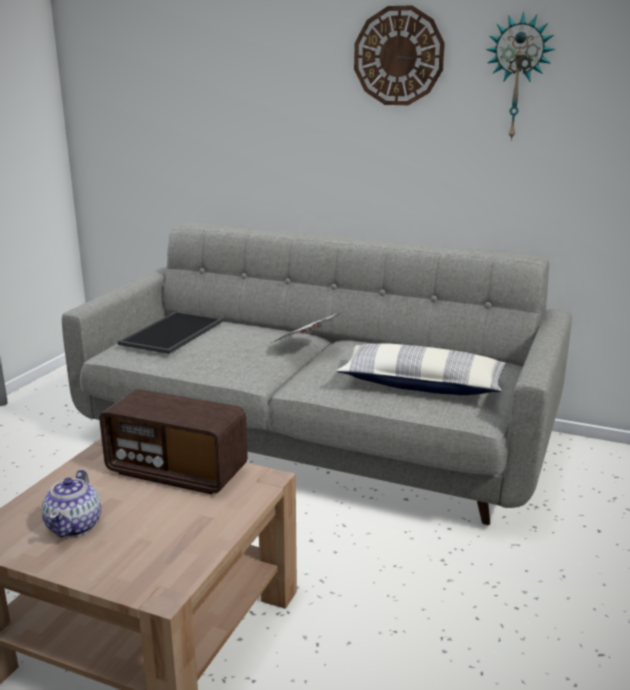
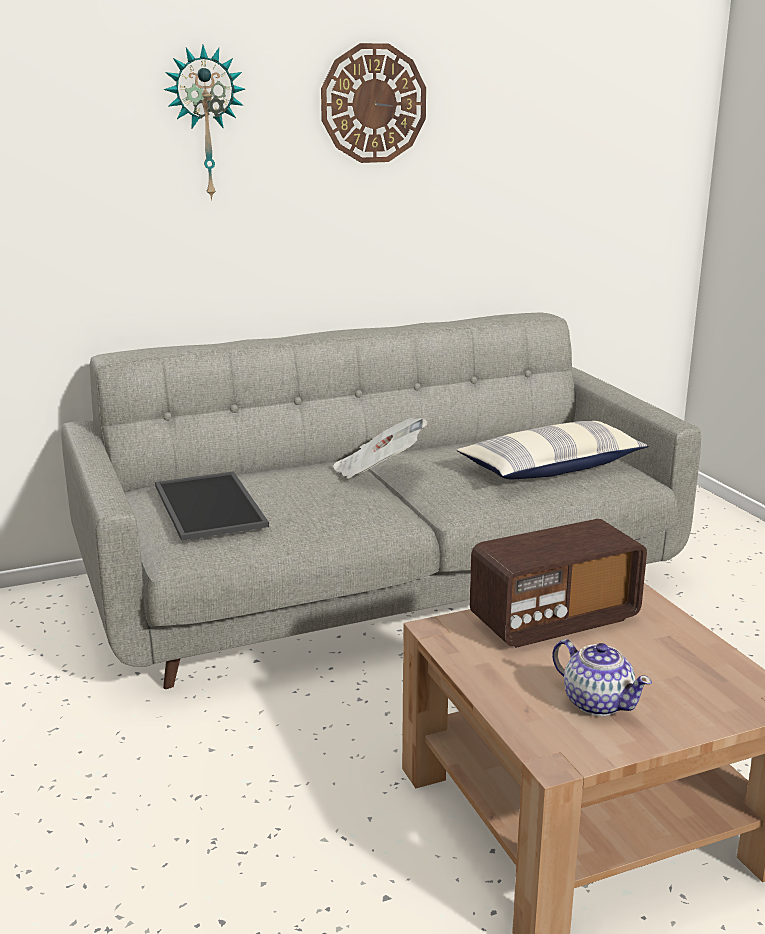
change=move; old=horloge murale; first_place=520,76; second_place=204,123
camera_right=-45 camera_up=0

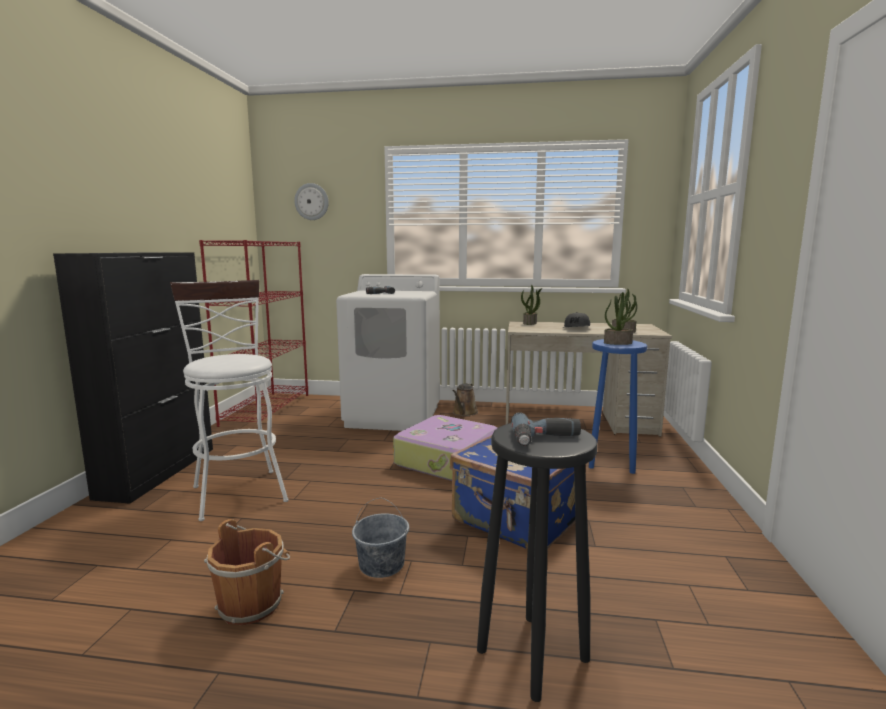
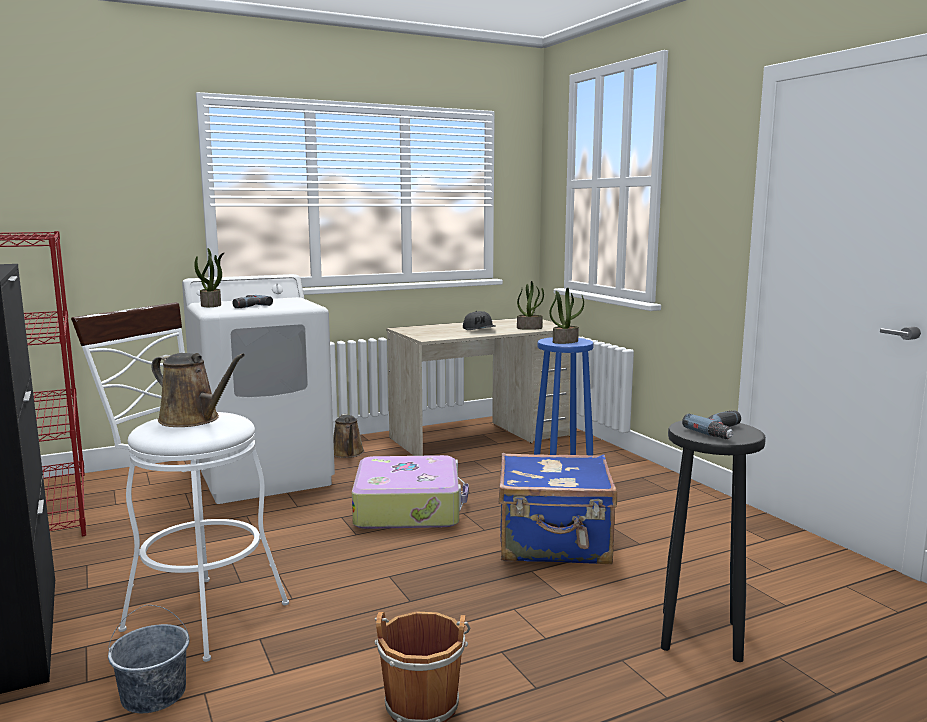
change=delete; old=horloge murale; first_place=311,201
change=move; old=seau/gris; first_place=380,538; second_place=149,659
change=move; old=plante en pot; first_place=531,305; second_place=209,277
change=insert; new=arrosoir/marron; second_place=198,390
camera_right=-35 camera_up=0

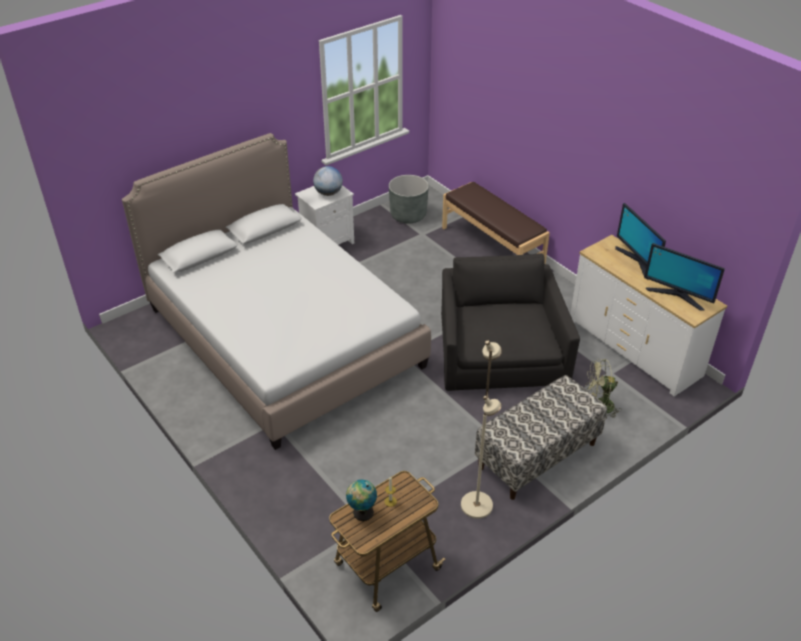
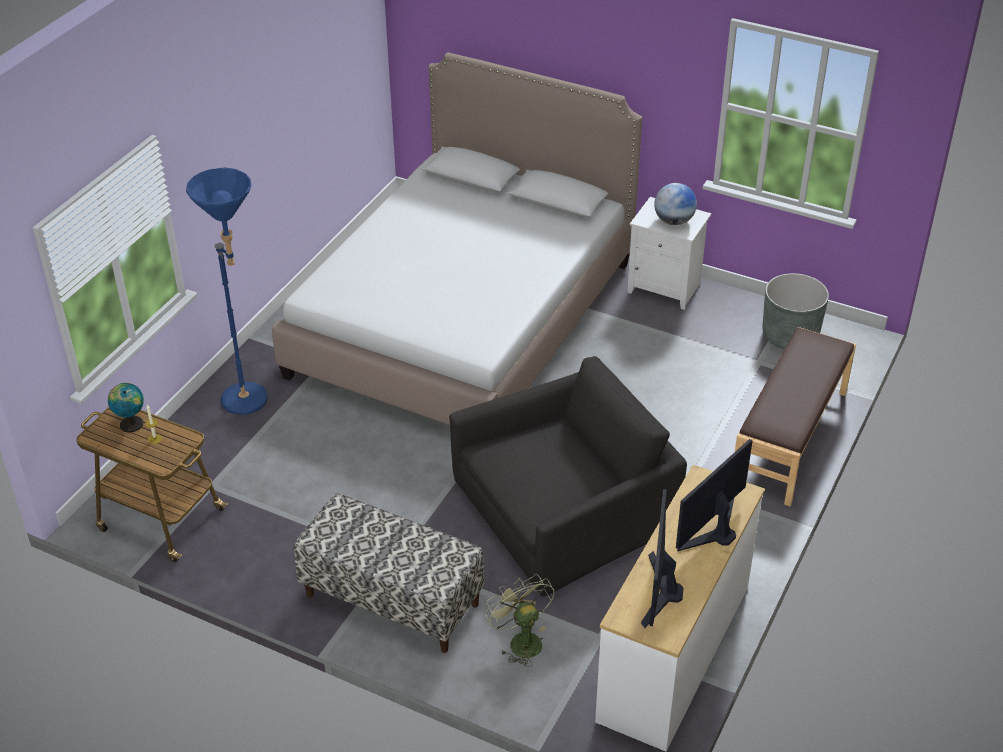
change=delete; old=lampadaire/beige; first_place=481,429
change=insert; new=lampadaire/bleu; second_place=227,291
camera_right=65 camera_up=0

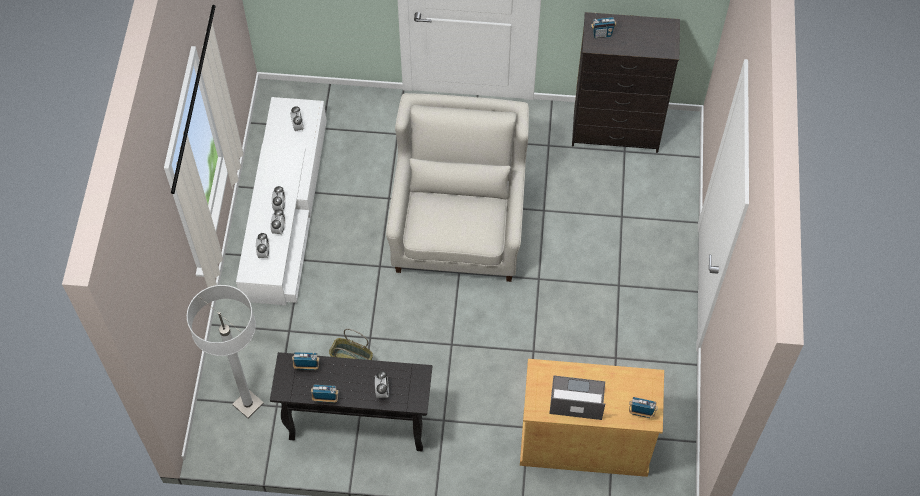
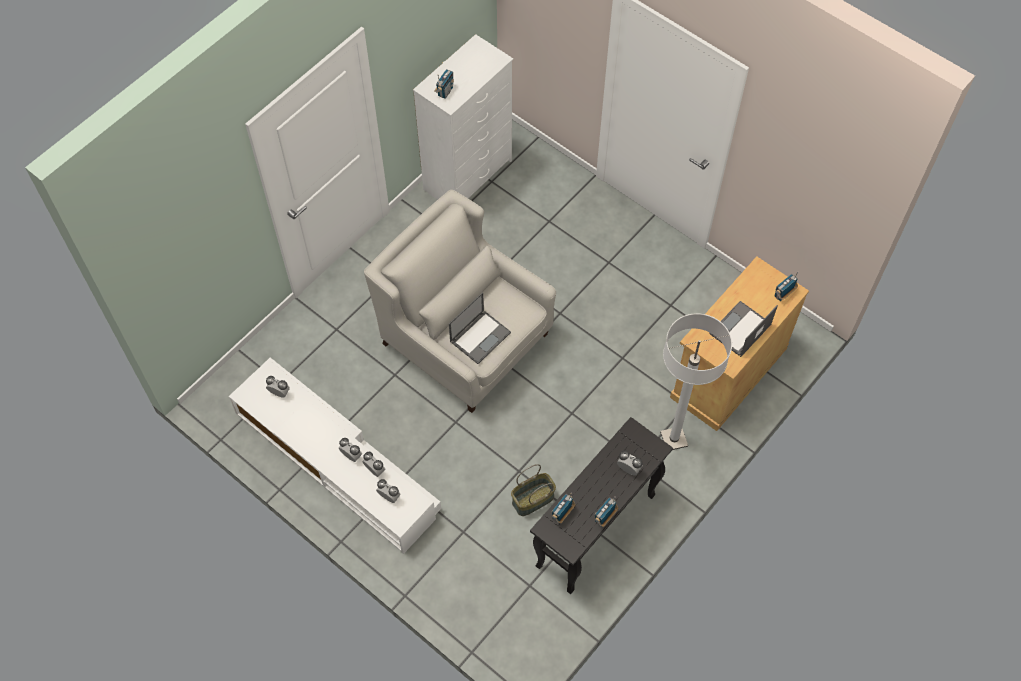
change=move; old=lampadaire/blanc; first_place=225,351; second_place=696,381
change=recolor; old=commode/noir; new=commode/blanc; first_place=626,82; second_place=463,117
change=insert; new=ordinateur portable; second_place=480,328
camera_right=-55 camera_up=0

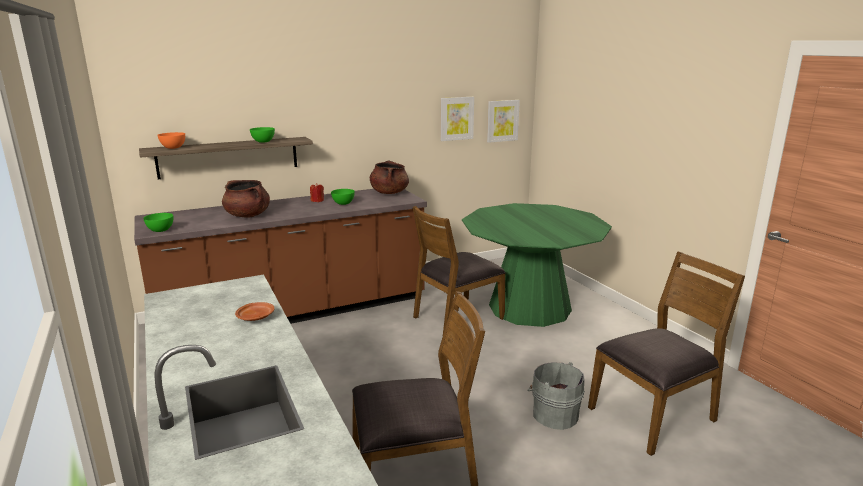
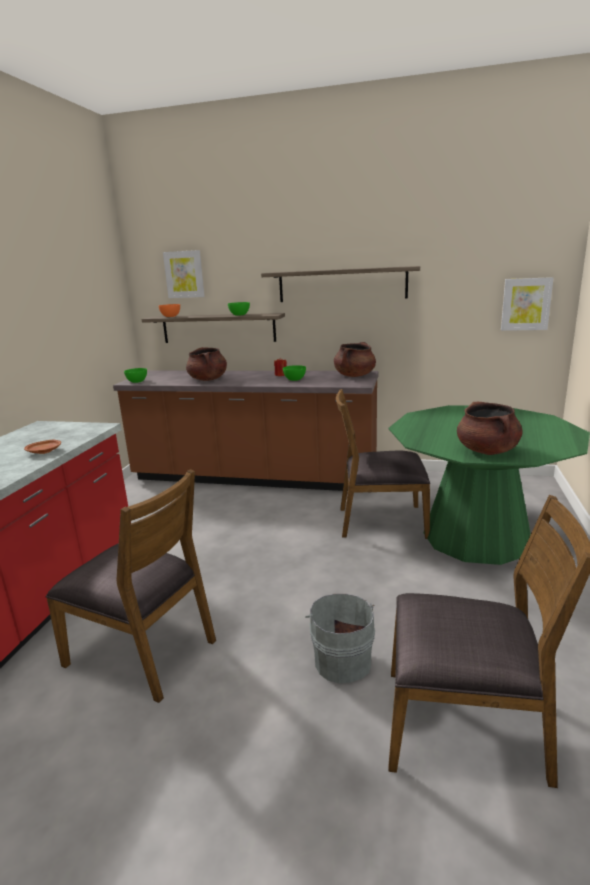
change=move; old=tableau; first_place=457,119; second_place=184,274
change=insert; new=étagère; second_place=340,284
change=insert; new=marmite/marron; second_place=489,428
camera_right=40 camera_up=0

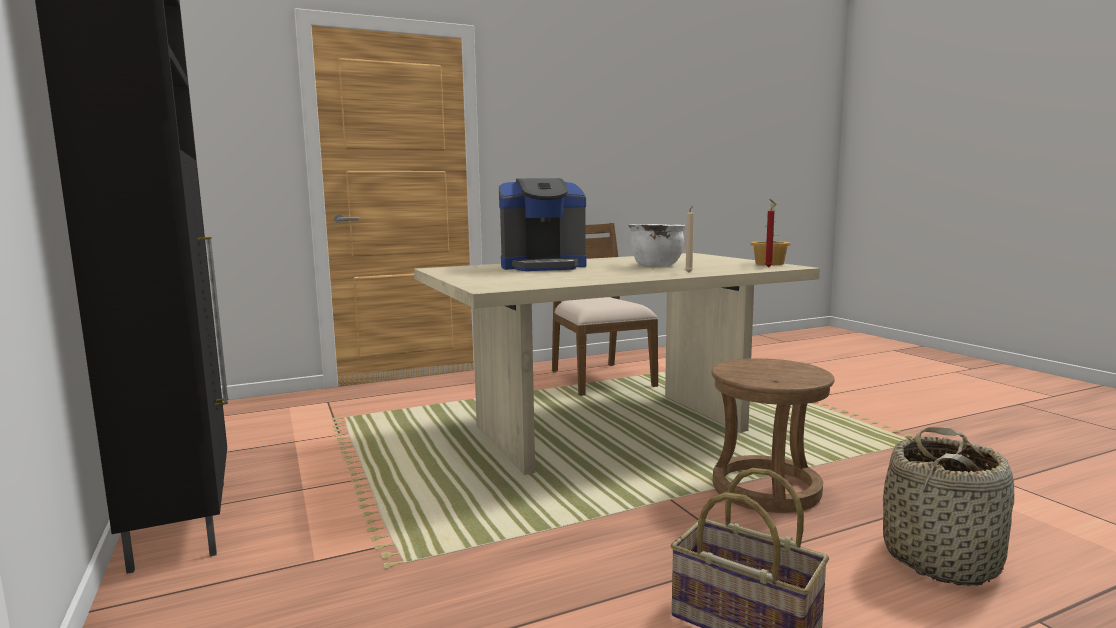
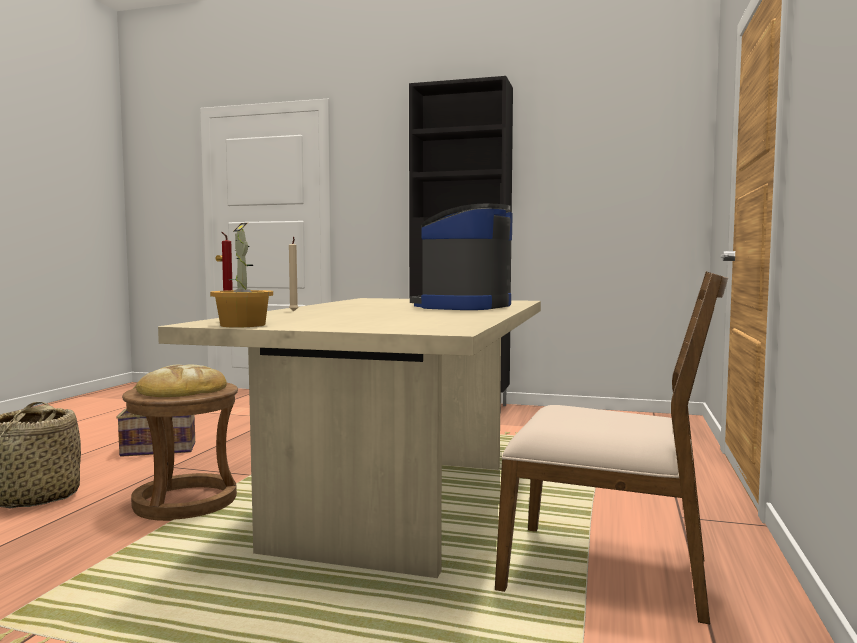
change=delete; old=marmite/blanc; first_place=657,245
change=insert; new=pain; second_place=181,380
camera_right=130 camera_up=-5

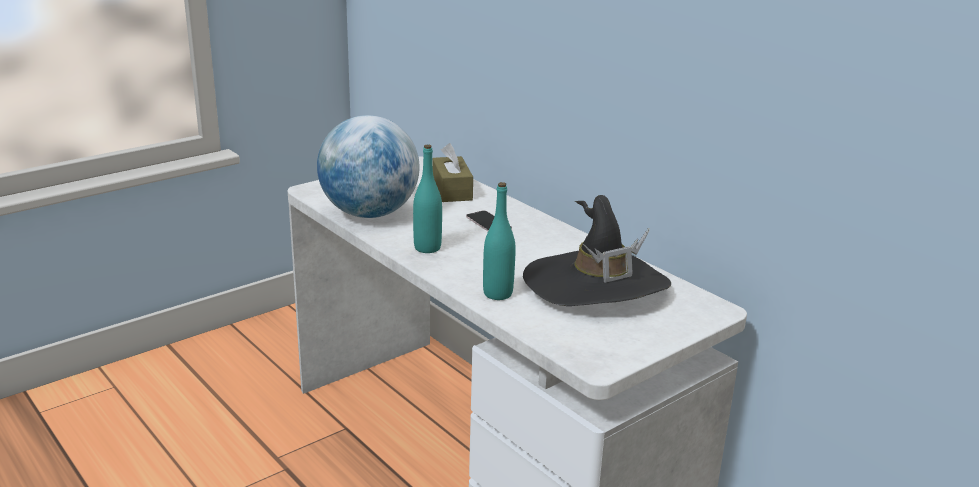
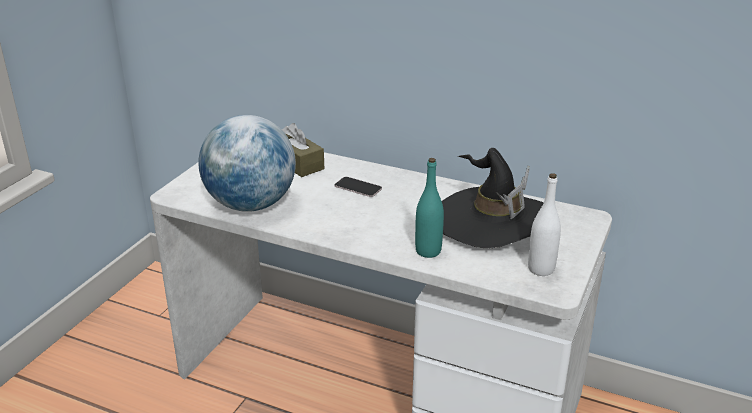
change=delete; old=bouteille/turquoise; first_place=427,198
change=insert; new=bouteille/blanc; second_place=544,224
camera_right=-25 camera_up=5

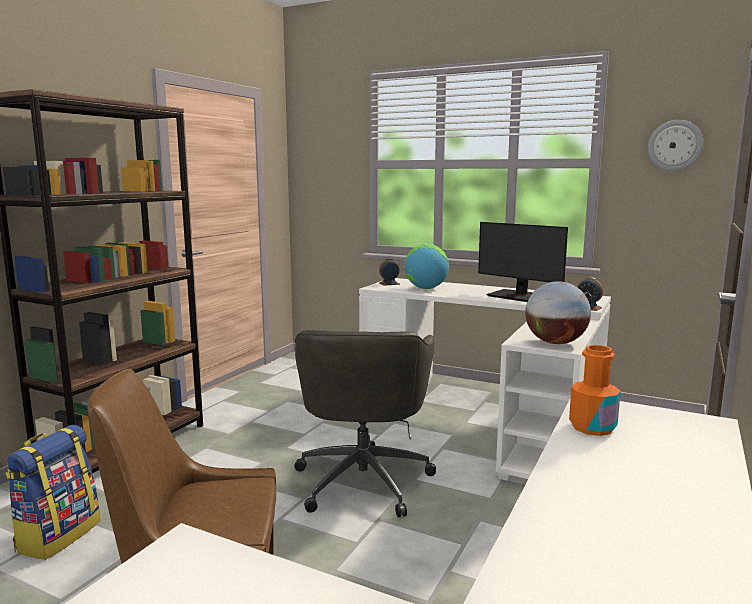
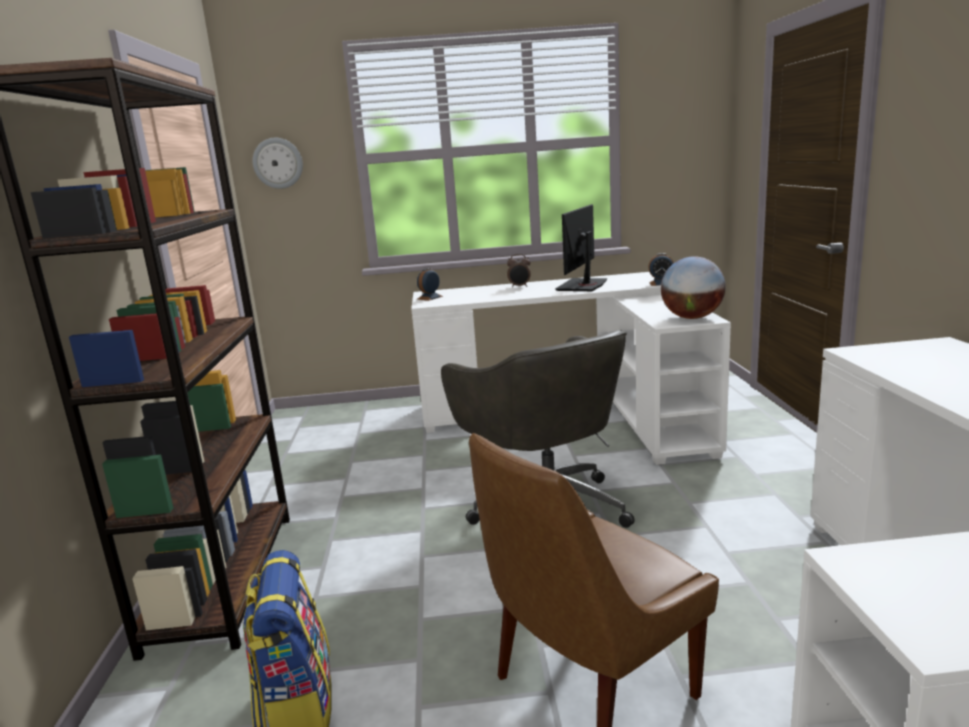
change=delete; old=globe; first_place=426,266
change=rotate; old=écran d'ordinateur; first_place=523,262; second_place=581,247; degrees=105
change=delete; old=bouteille/orange; first_place=595,390
change=move; old=horloge murale; first_place=676,145; second_place=278,163
change=insert; new=réveil; second_place=519,271
camera_right=-30 camera_up=5

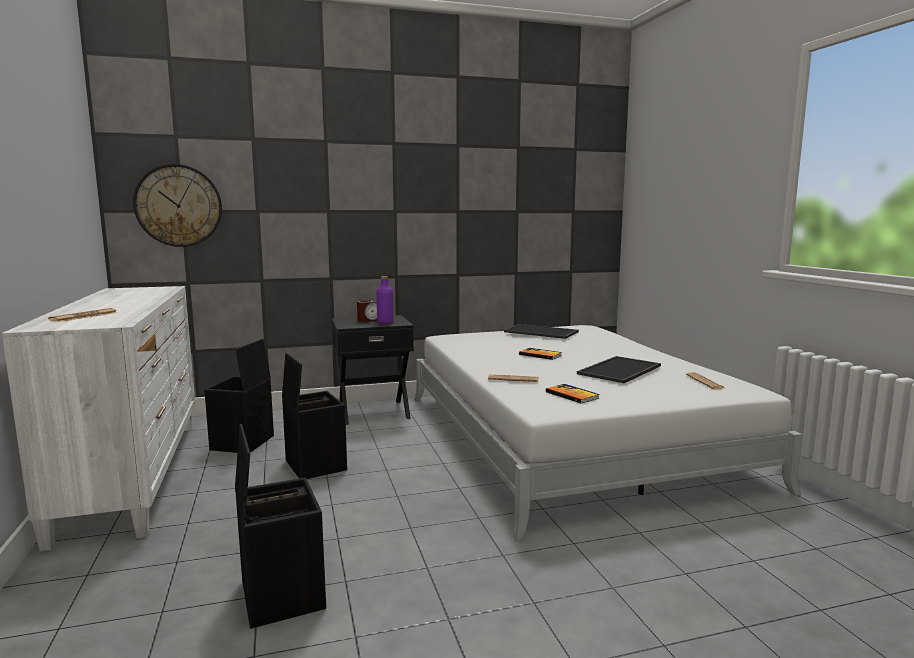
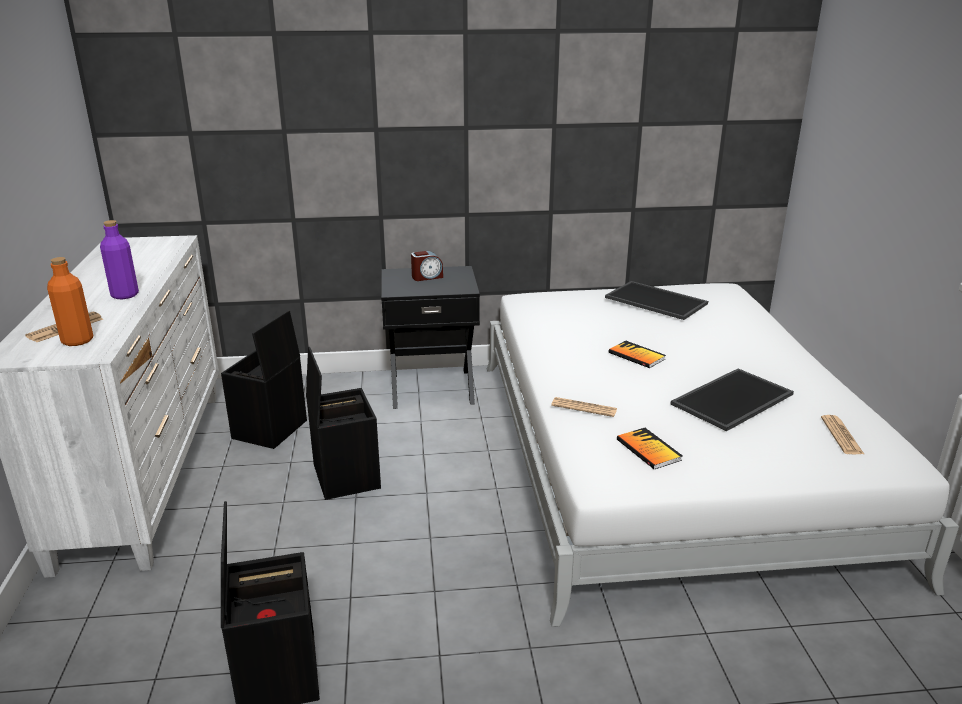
change=delete; old=horloge murale; first_place=177,205
change=move; old=bouteille/violet; first_place=385,300; second_place=119,259
change=insert; new=bouteille/orange; second_place=70,301
camera_right=10 camera_up=15

